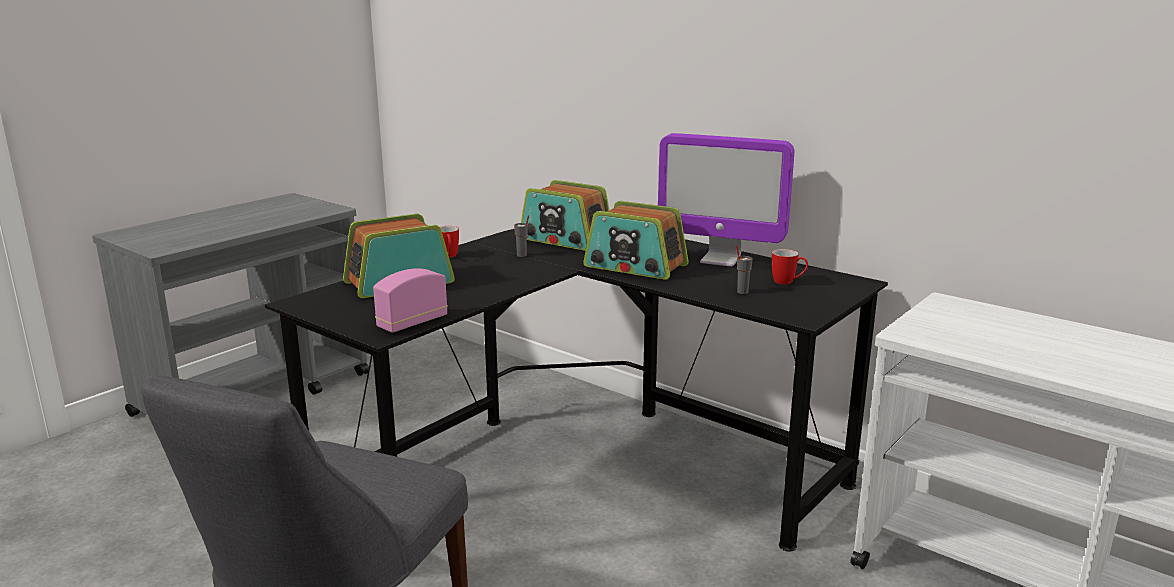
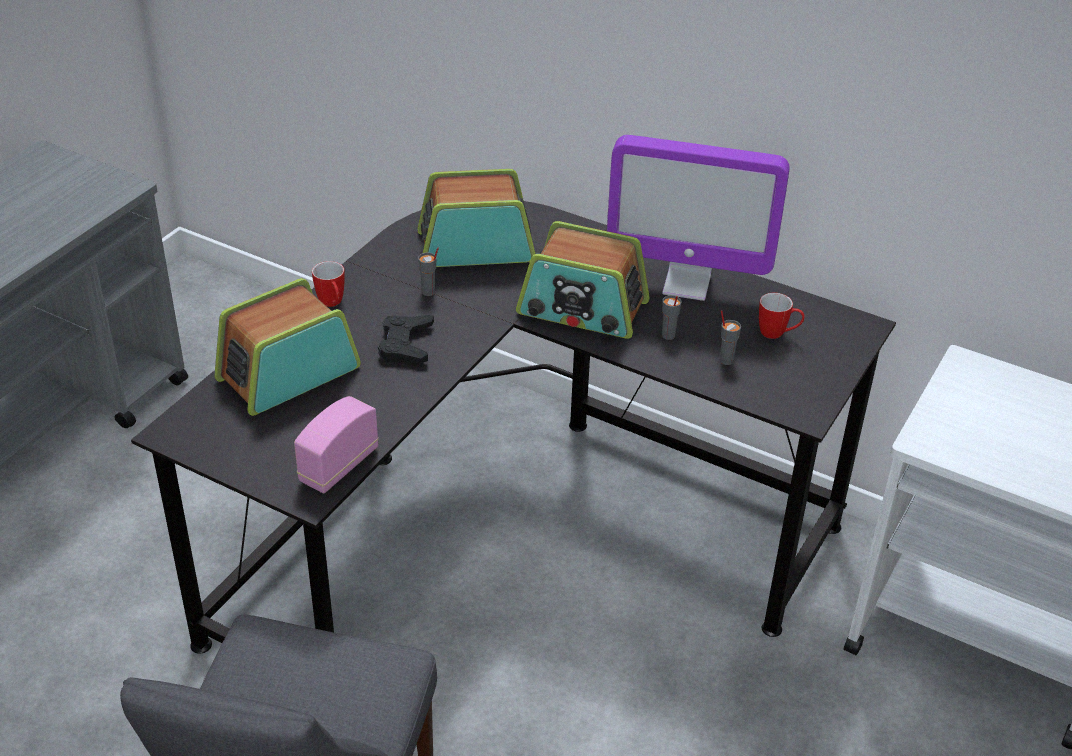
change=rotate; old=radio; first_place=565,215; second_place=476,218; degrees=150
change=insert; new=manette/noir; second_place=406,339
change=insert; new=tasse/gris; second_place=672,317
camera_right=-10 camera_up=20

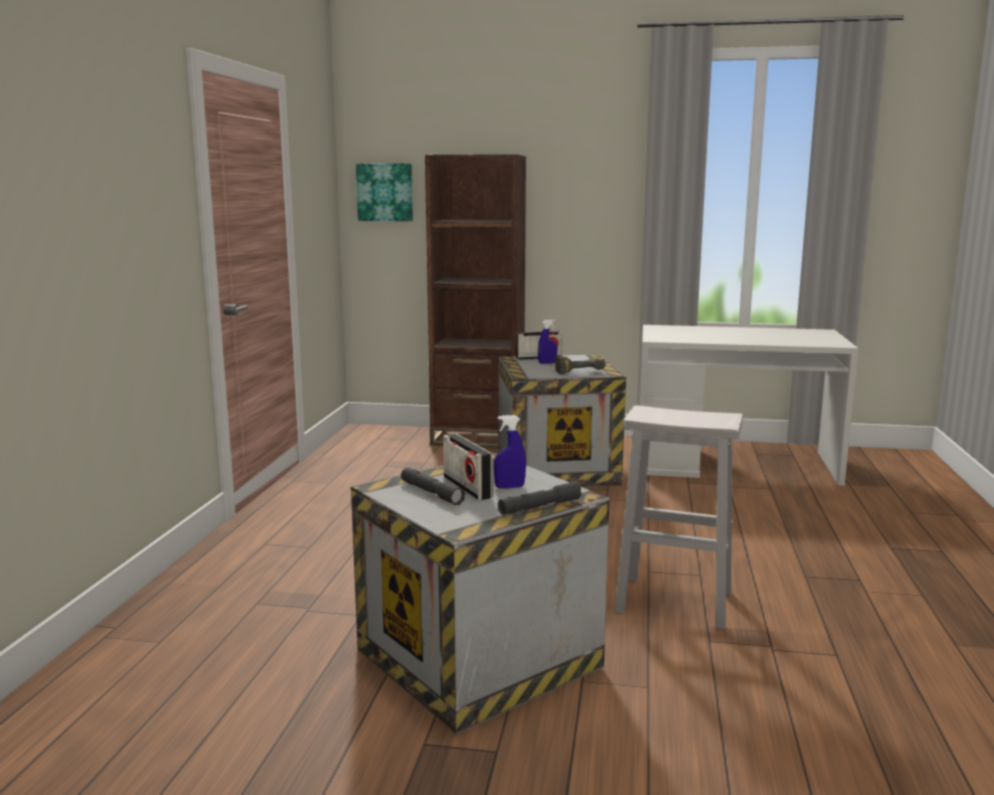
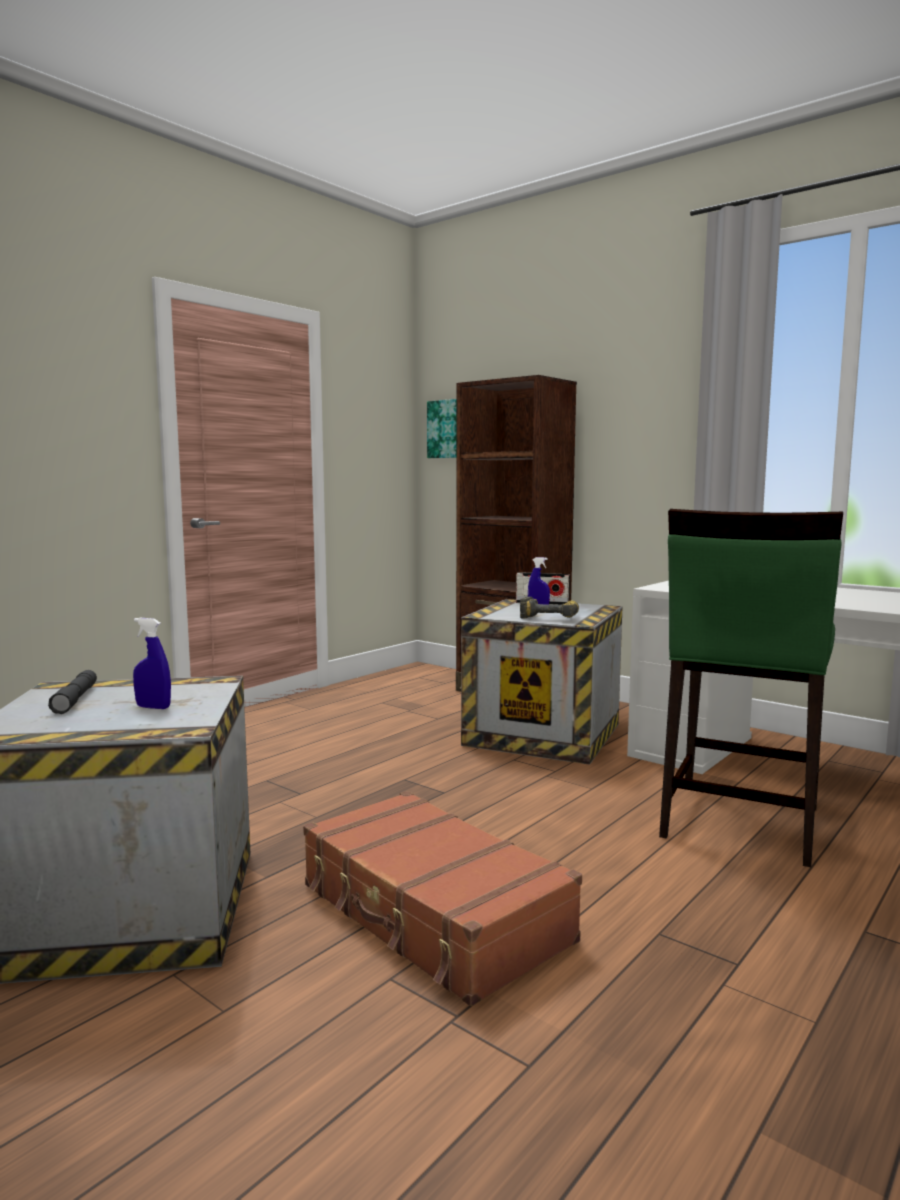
change=delete; old=radio; first_place=468,466
change=delete; old=lampe de poche/gris; first_place=540,498
change=replace; old=tabouret/blanc; new=valise/marron; first_place=678,517; second_place=442,898
change=insert; new=tabouret/vert; second_place=751,688
camera_right=30 camera_up=-5

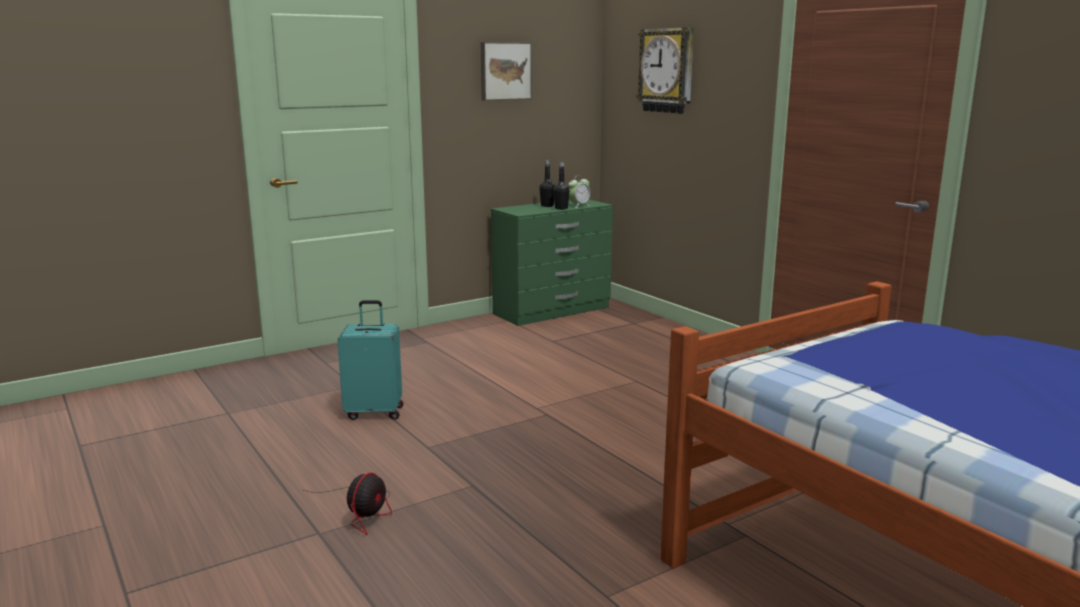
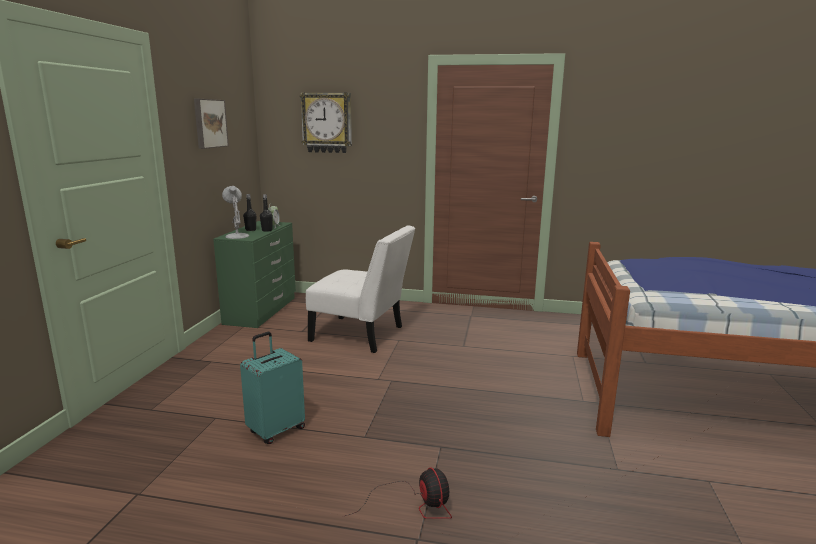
change=insert; new=lampe de table/blanc; second_place=235,212
change=insert; new=chaise/blanc; second_place=360,289
camera_right=-45 camera_up=0

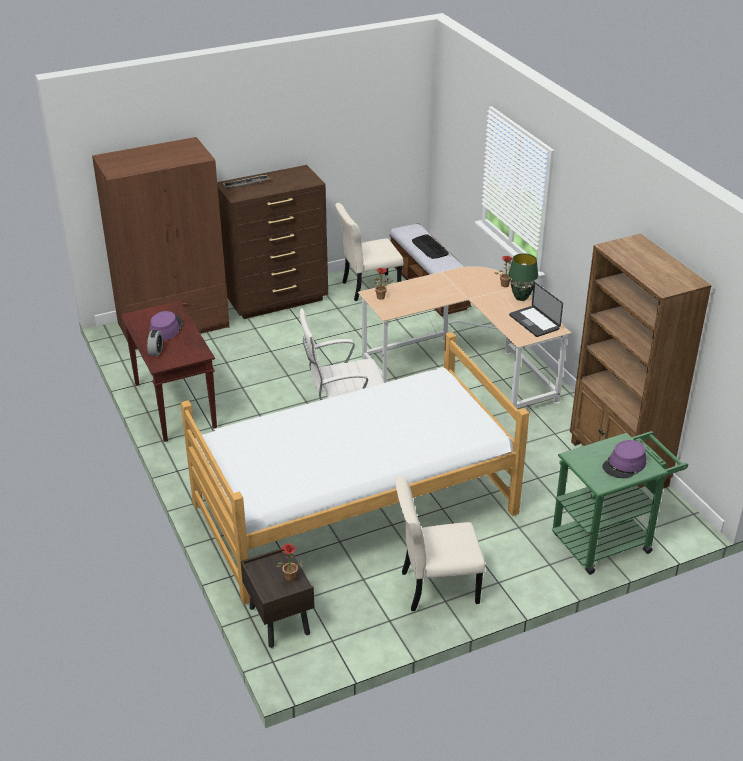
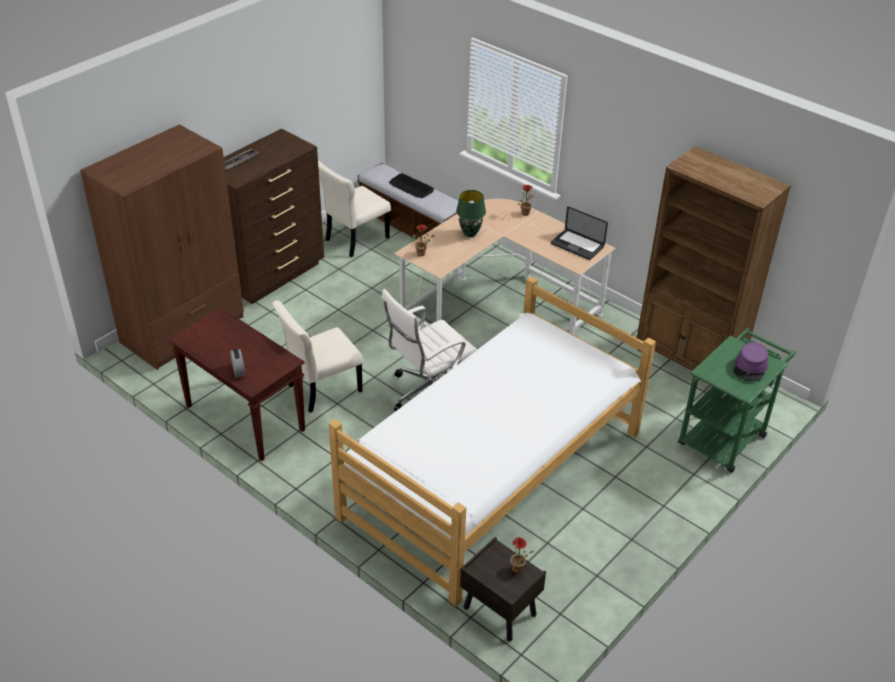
change=delete; old=chapeau/violet; first_place=166,326
change=move; old=chaise/beige; first_place=440,543; second_place=317,356
change=move; old=lampe de table/vert; first_place=523,277; second_place=471,213
camera_right=-25 camera_up=5

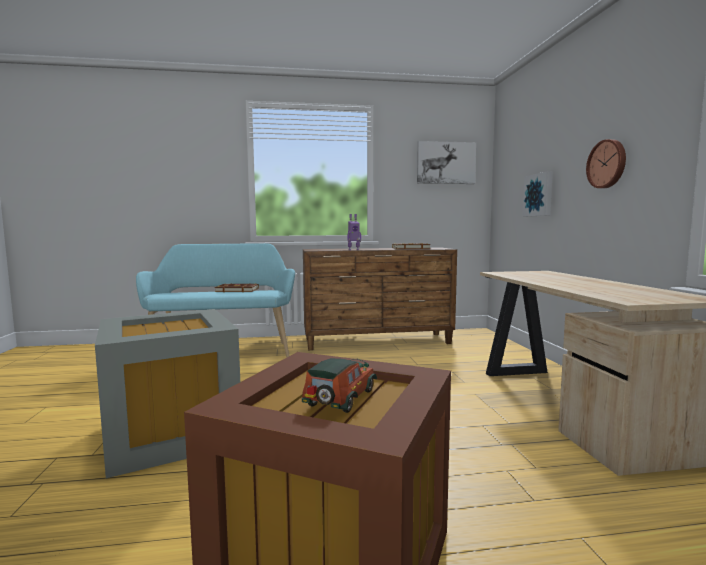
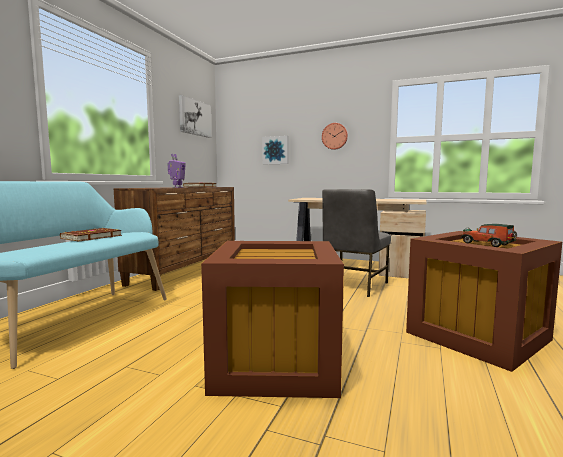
change=recolor; old=boîte de rangement/gris; new=boîte de rangement/marron; first_place=167,393; second_place=272,319
change=insert; new=chaise/gris; second_place=356,243
camera_right=-60 camera_up=0

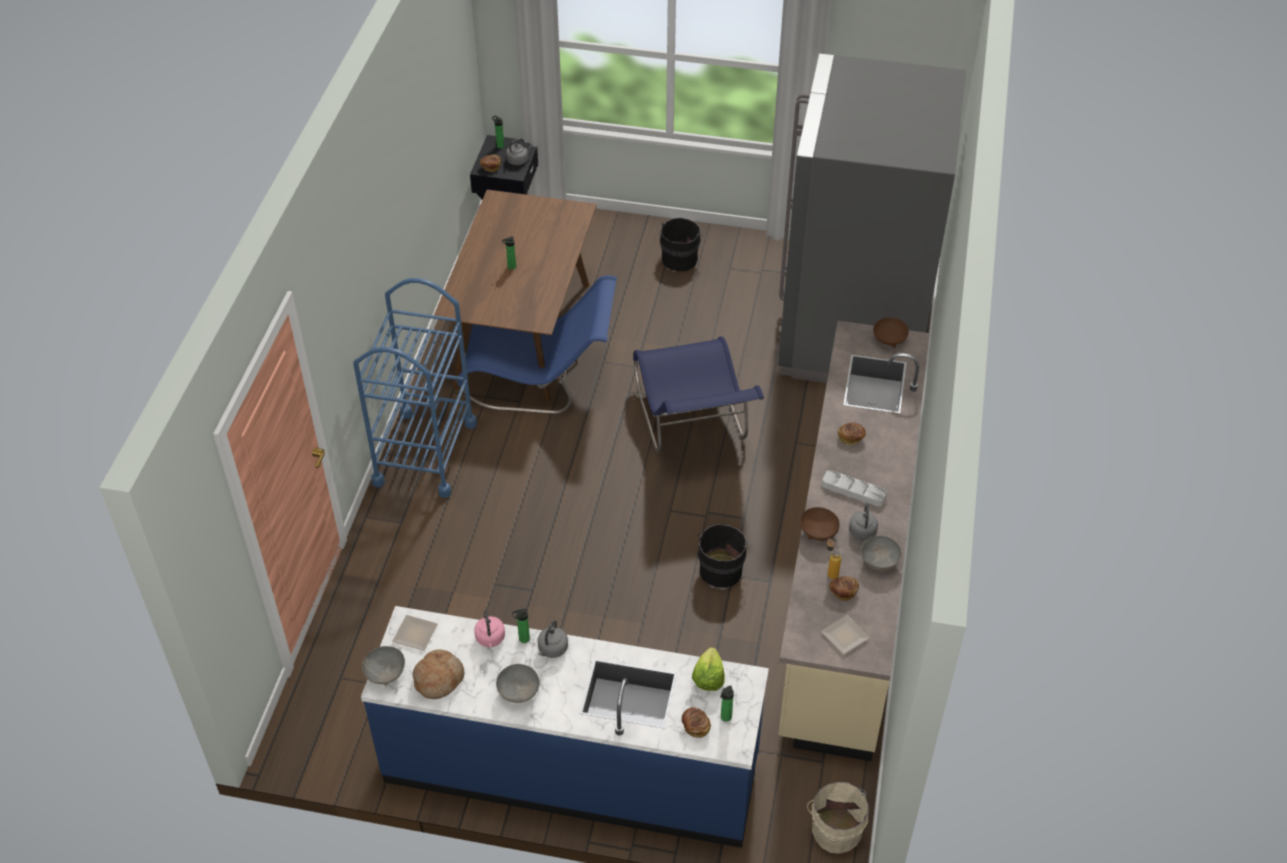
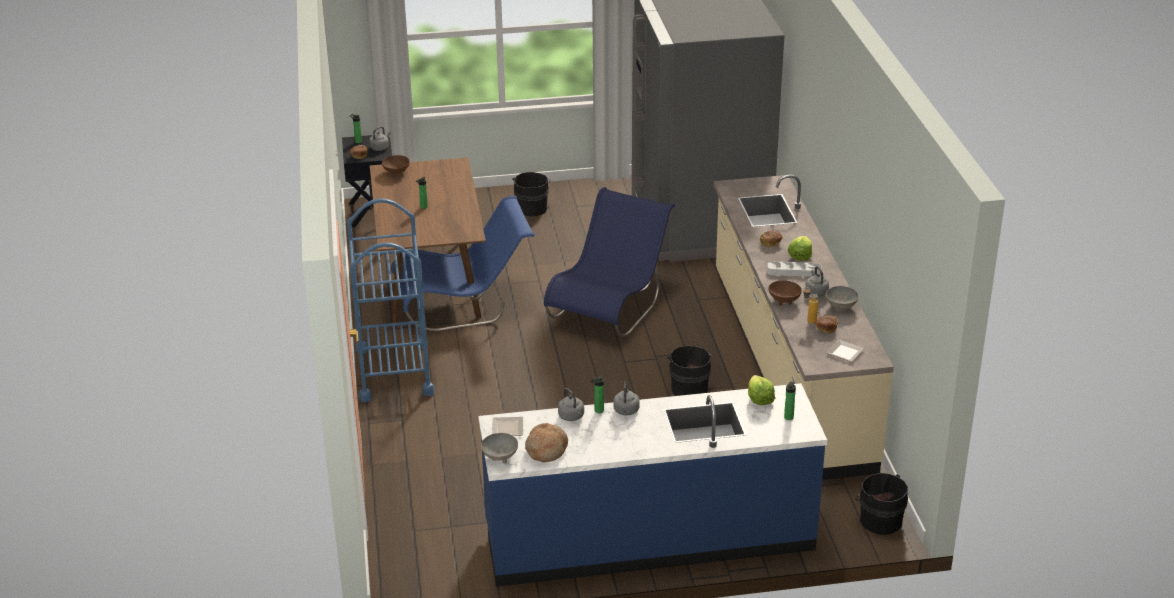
change=recolor; old=bouilloire/rose; new=bouilloire/gris; first_place=489,629; second_place=571,404
change=delete; old=bol/gris; first_place=518,683
change=rotate; old=chaise/bleu; first_place=698,394; second_place=609,262; degrees=-120
change=delete; old=pain; first_place=696,722
change=recolor; old=seau/beige; new=seau/noir; first_place=838,818; second_place=881,504
change=move; old=bol/marron; first_place=891,333; second_place=396,165
change=insert; new=laitue; second_place=800,248
camera_right=-20 camera_up=-15

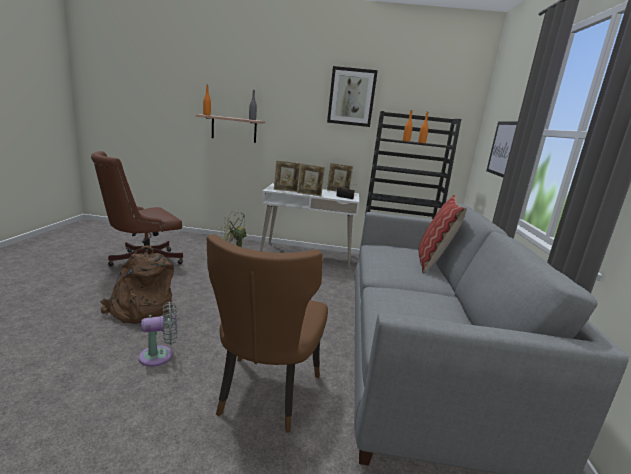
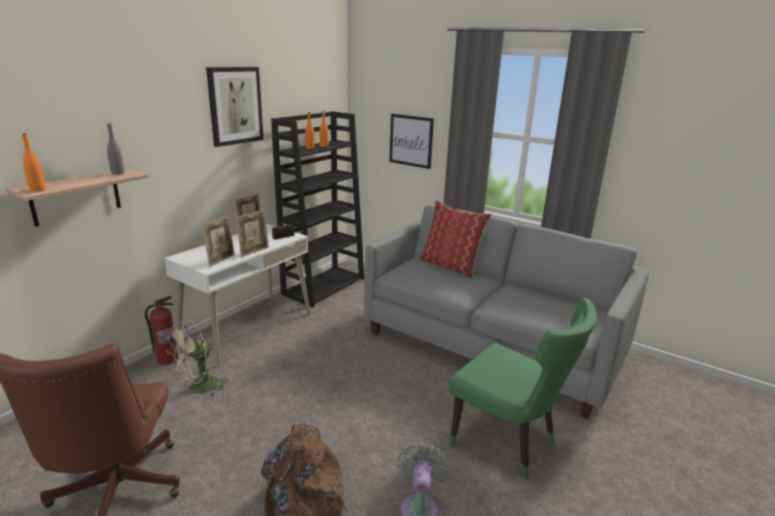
change=recolor; old=chaise/marron; new=chaise/vert; first_place=267,333; second_place=522,389
change=insert; new=extincteur; second_place=161,330
camera_right=-60 camera_up=5

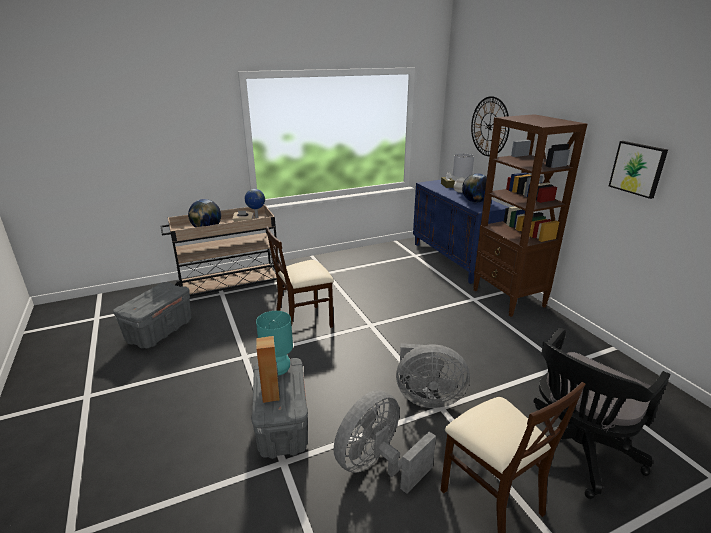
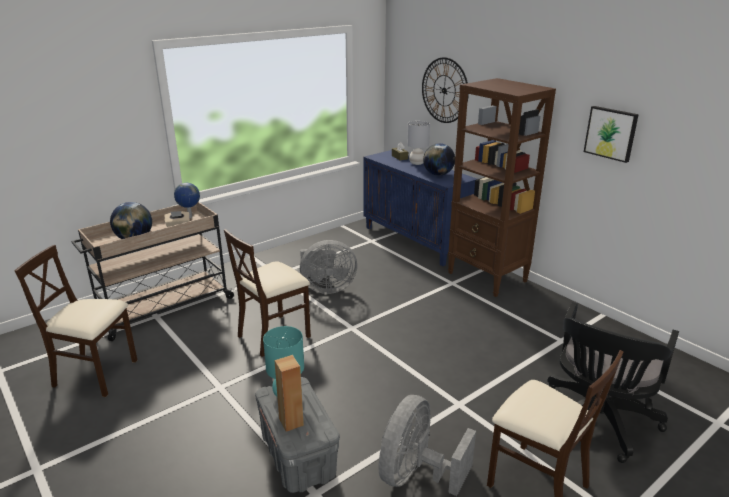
change=replace; old=boîte de rangement/gris; new=chaise/beige; first_place=152,315; second_place=75,321
change=move; old=ventilateur/gris; first_place=433,376; second_place=328,267
camera_right=-15 camera_up=0

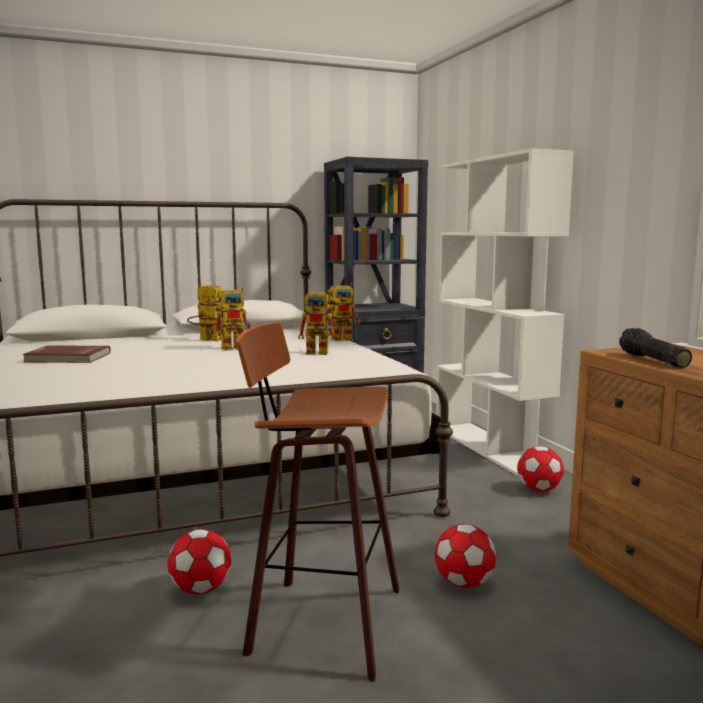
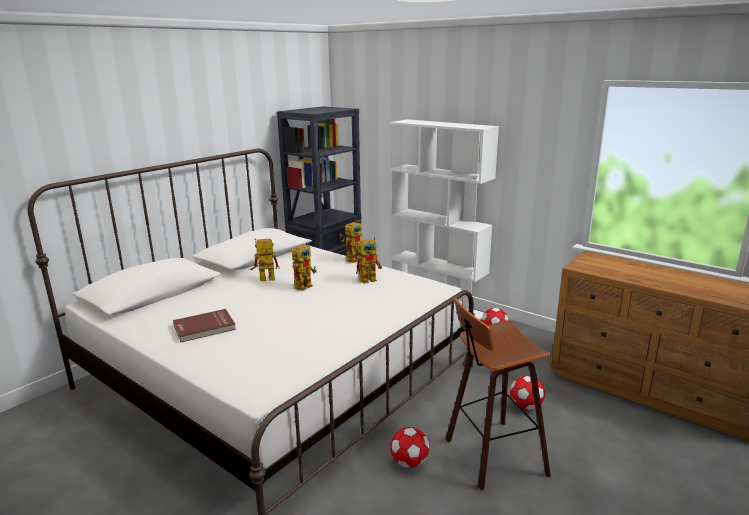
change=delete; old=lampe de poche; first_place=655,348
camera_right=-30 camera_up=10

